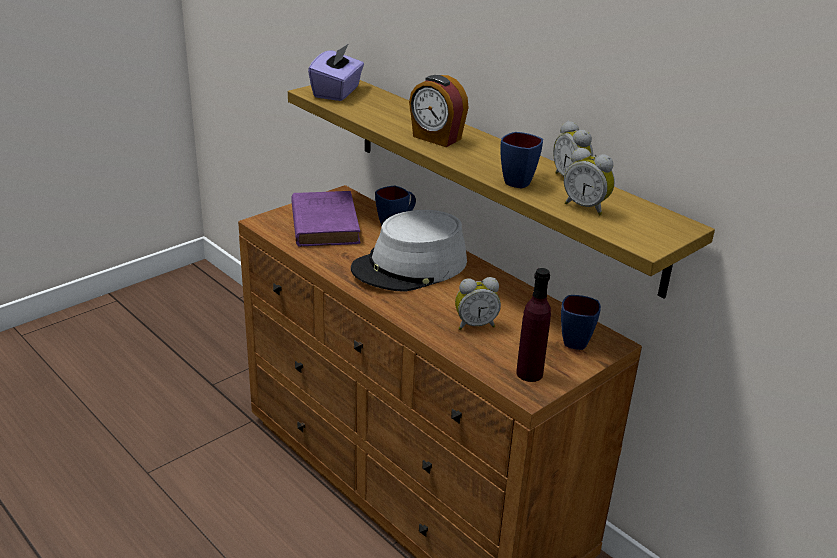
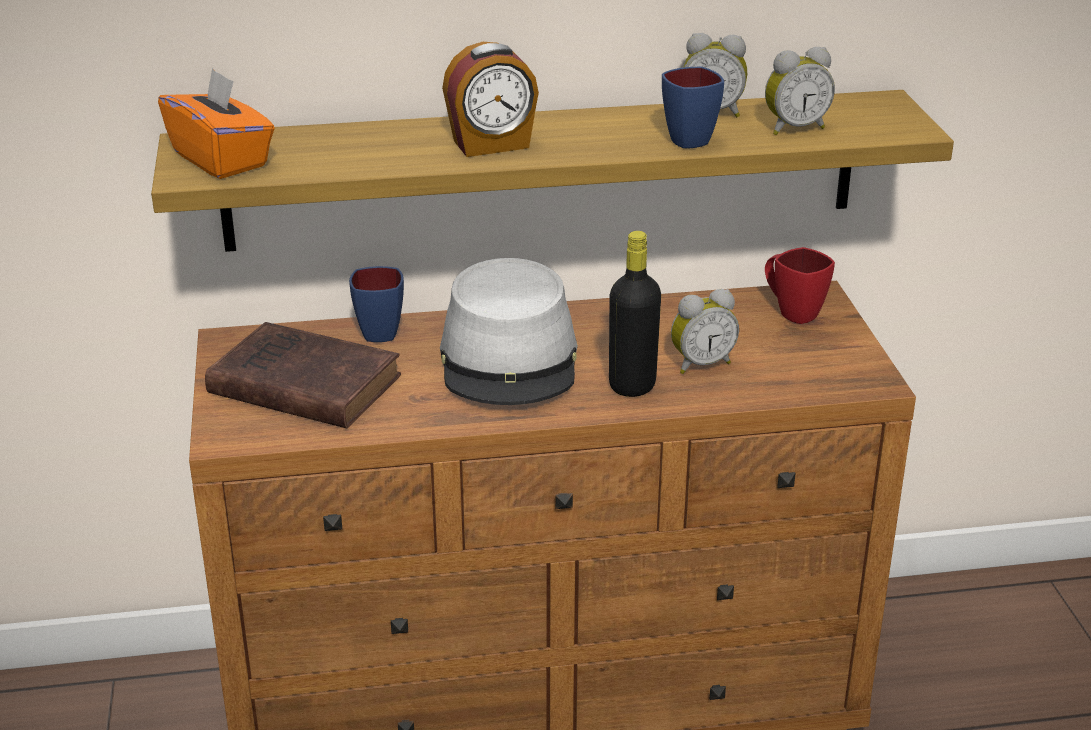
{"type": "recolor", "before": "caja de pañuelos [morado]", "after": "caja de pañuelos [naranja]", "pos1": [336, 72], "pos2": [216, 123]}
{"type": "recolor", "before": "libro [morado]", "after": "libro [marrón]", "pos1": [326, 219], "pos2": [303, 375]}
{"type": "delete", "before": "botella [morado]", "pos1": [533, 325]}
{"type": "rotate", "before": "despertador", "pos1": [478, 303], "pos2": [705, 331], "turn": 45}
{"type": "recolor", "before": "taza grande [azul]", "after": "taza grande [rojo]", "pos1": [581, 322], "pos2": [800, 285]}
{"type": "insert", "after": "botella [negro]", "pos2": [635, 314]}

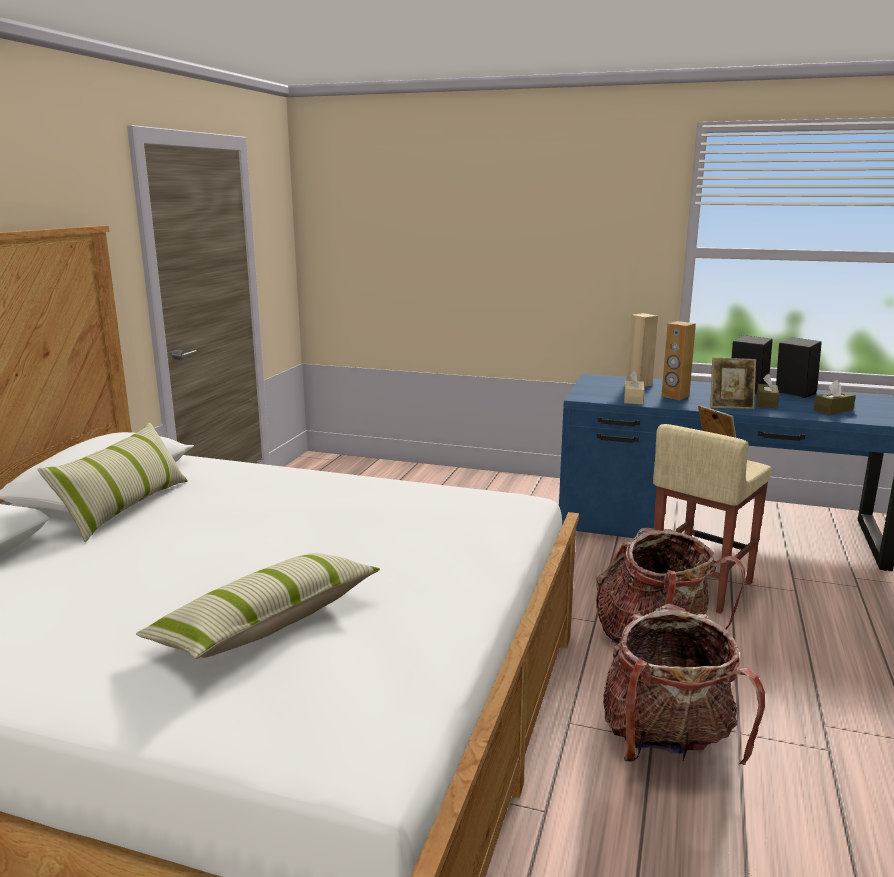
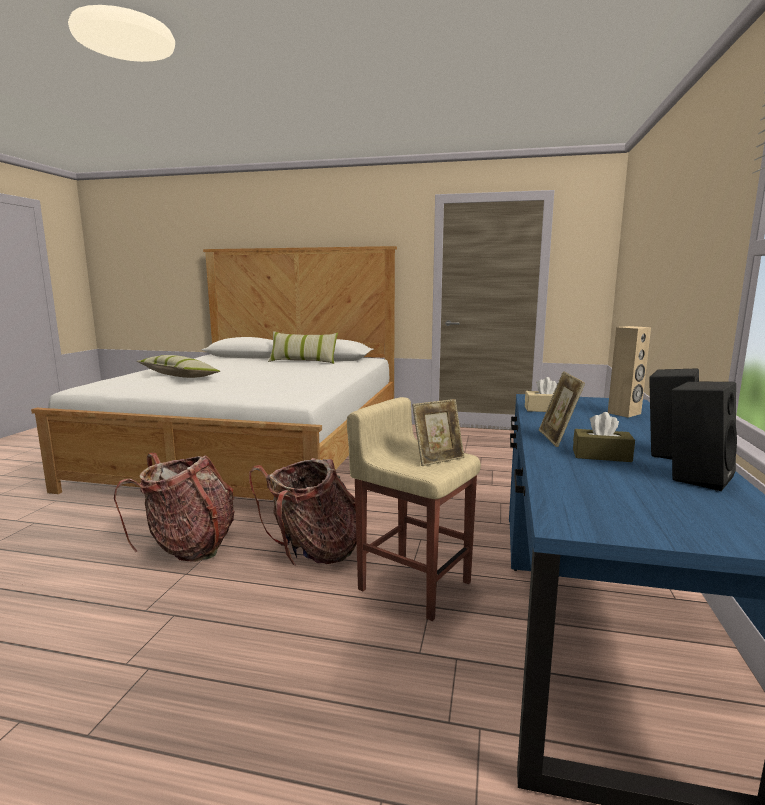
{"type": "delete", "before": "altavoz [marrón]", "pos1": [678, 360]}
{"type": "delete", "before": "caja de pañuelos [marrón]", "pos1": [834, 397]}

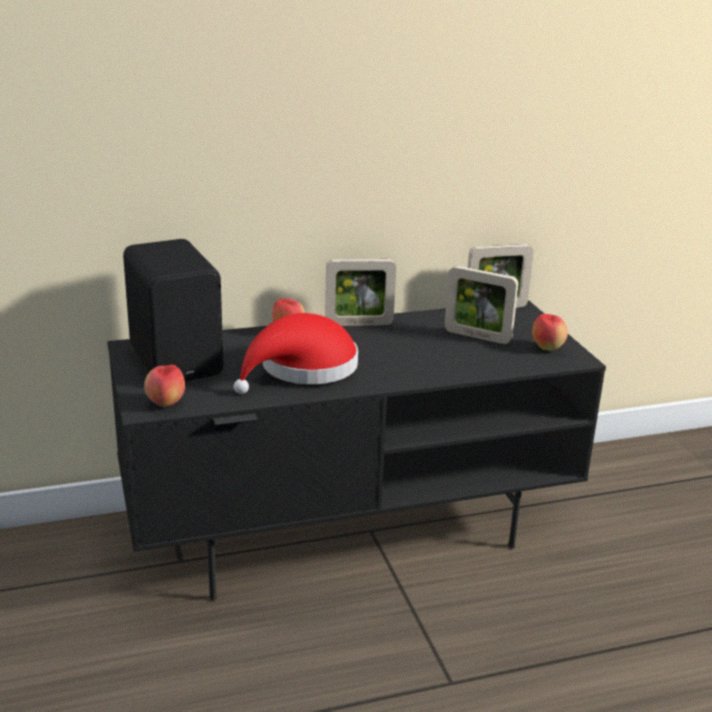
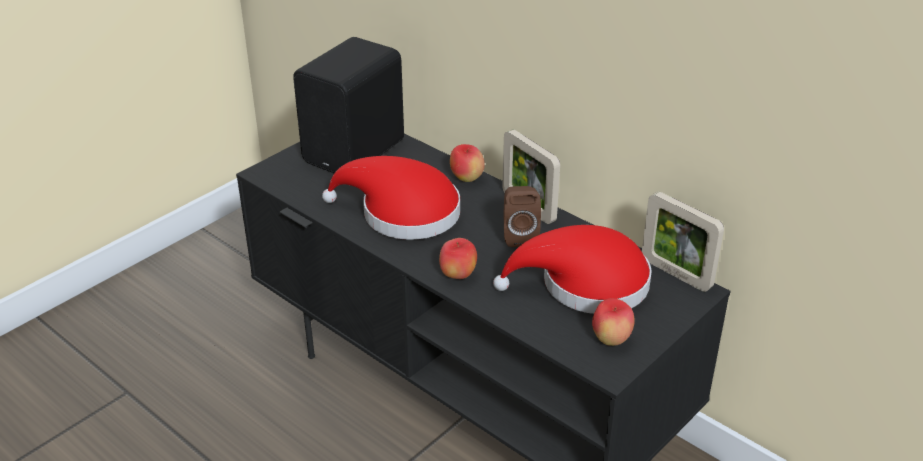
{"type": "replace", "before": "portarretratos", "after": "sombrero [rojo]", "pos1": [481, 305], "pos2": [572, 269]}
{"type": "move", "before": "manzana", "pos1": [164, 386], "pos2": [458, 258]}
{"type": "insert", "after": "altavoz [marrón]", "pos2": [522, 216]}

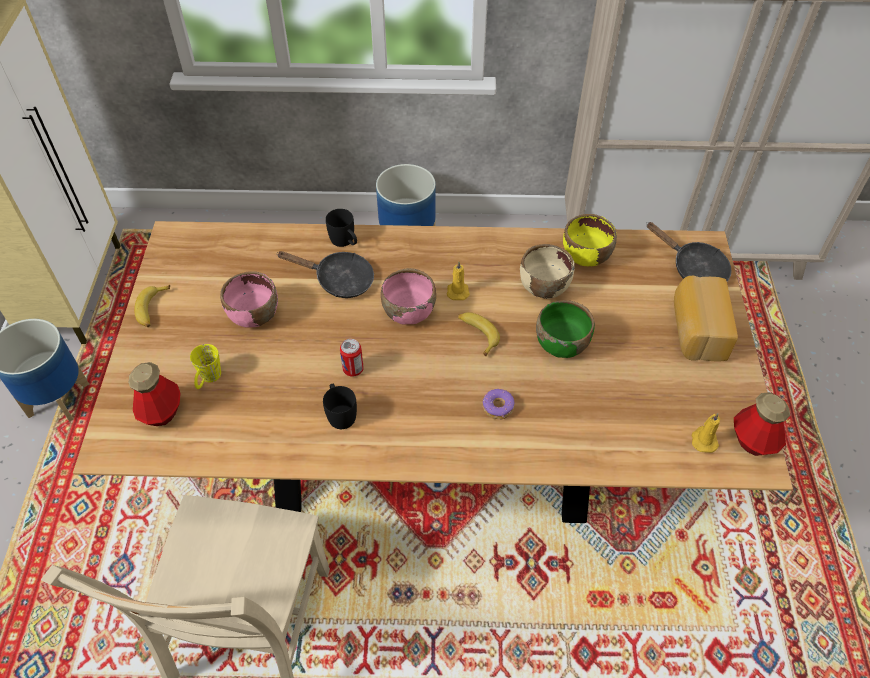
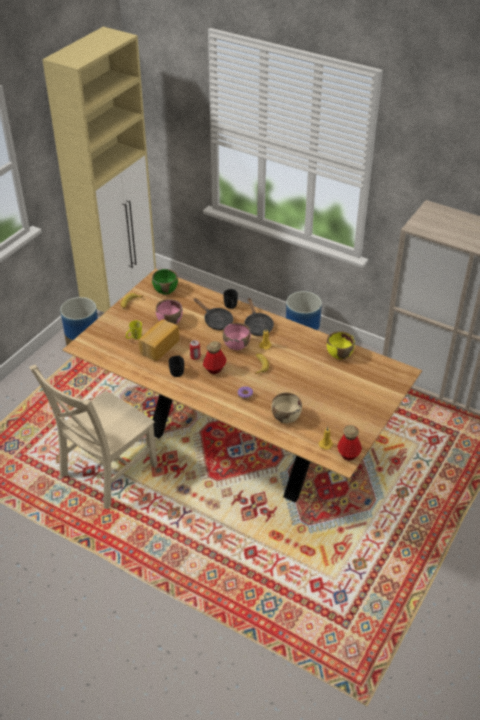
{"type": "move", "before": "sartén [negro]", "pos1": [689, 252], "pos2": [259, 317]}
{"type": "move", "before": "cuenco [beis]", "pos1": [547, 271], "pos2": [286, 407]}
{"type": "move", "before": "pan", "pos1": [706, 319], "pos2": [158, 340]}
{"type": "move", "before": "cuenco [verde]", "pos1": [565, 329], "pos2": [165, 282]}
{"type": "move", "before": "botella", "pos1": [154, 394], "pos2": [214, 357]}

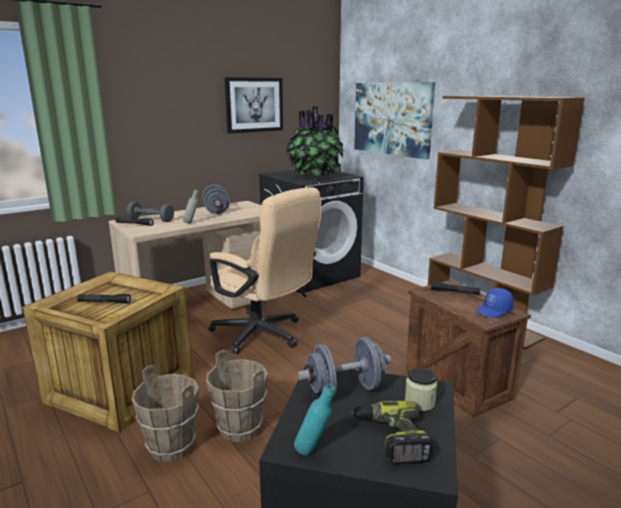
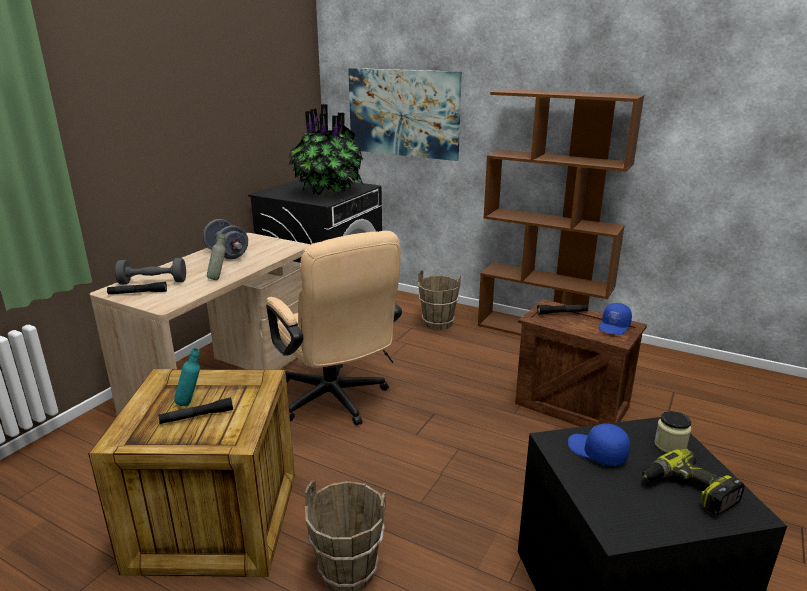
{"type": "delete", "before": "cuadro", "pos1": [253, 105]}
{"type": "rotate", "before": "silla de oficina [beis]", "pos1": [264, 270], "pos2": [334, 328], "turn": 45}
{"type": "replace", "before": "mancuerna [gris]", "after": "gorra [azul]", "pos1": [344, 367], "pos2": [599, 445]}
{"type": "move", "before": "cubo [marrón]", "pos1": [237, 396], "pos2": [439, 300]}
{"type": "move", "before": "botella [turquesa]", "pos1": [314, 420], "pos2": [187, 377]}

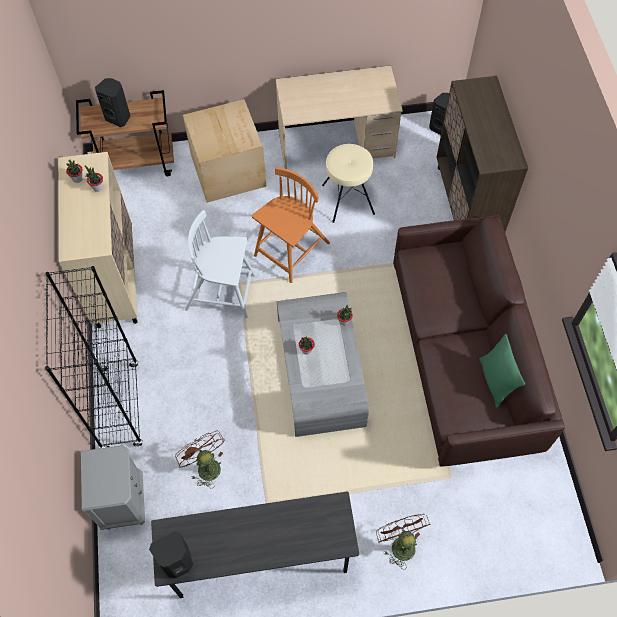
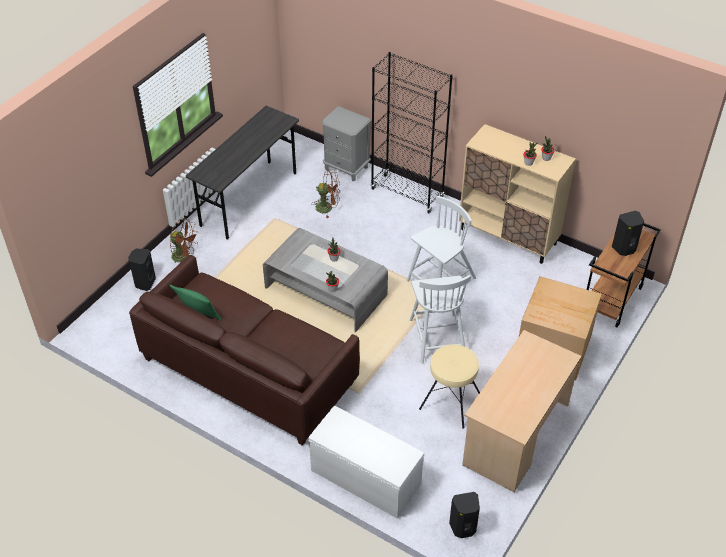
{"type": "replace", "before": "armario [marrón]", "after": "banco [blanco]", "pos1": [482, 154], "pos2": [366, 462]}
{"type": "recolor", "before": "silla [naranja]", "after": "silla [blanco]", "pos1": [291, 225], "pos2": [440, 319]}
{"type": "move", "before": "altavoz [negro]", "pos1": [171, 554], "pos2": [142, 270]}

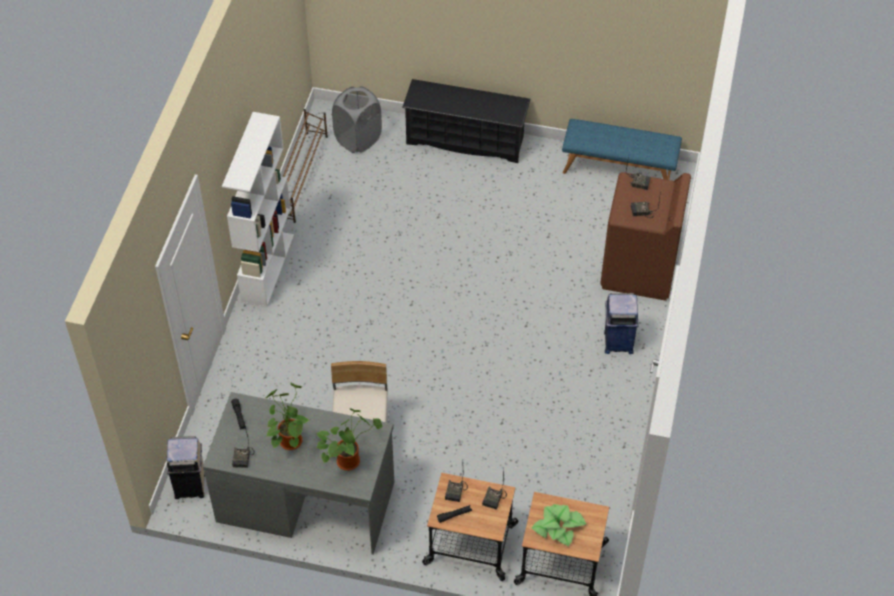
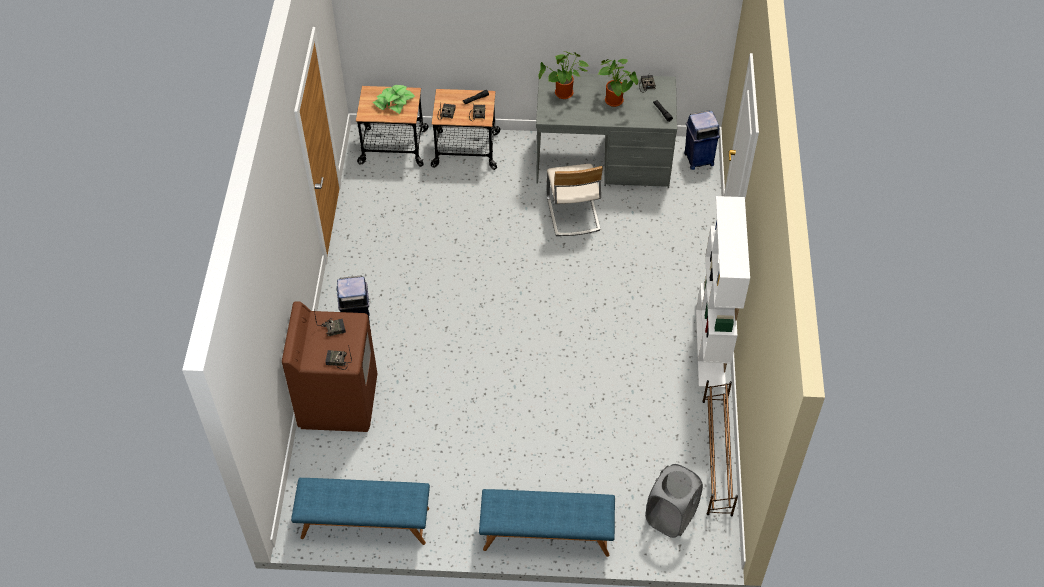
{"type": "replace", "before": "zapatero [negro]", "after": "banco [azul]", "pos1": [466, 121], "pos2": [547, 523]}
{"type": "recolor", "before": "papelera [beis]", "after": "papelera [azul]", "pos1": [186, 467], "pos2": [702, 140]}

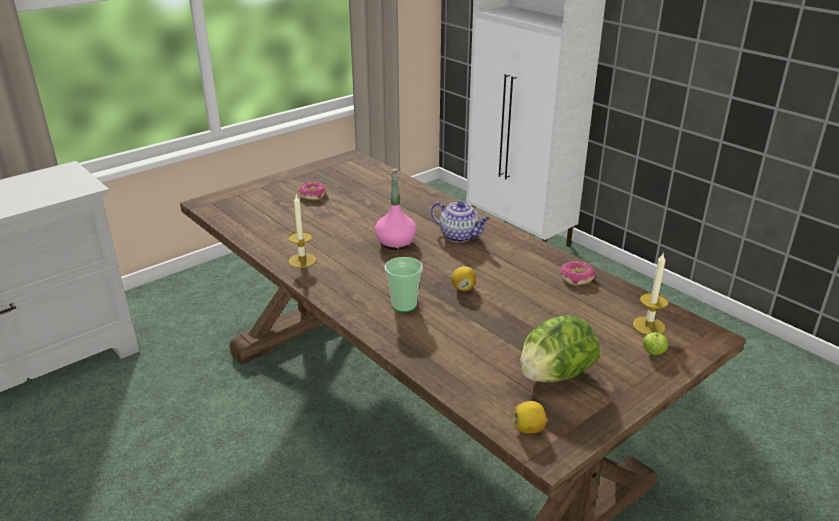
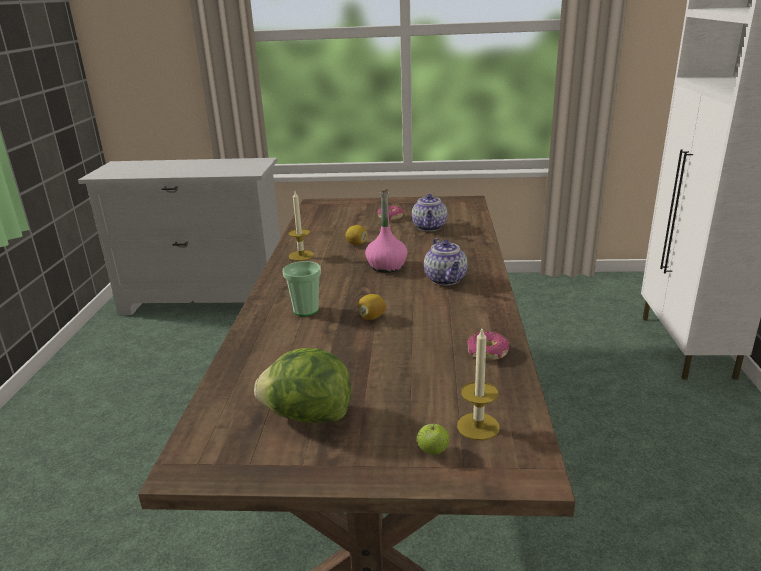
{"type": "move", "before": "limón", "pos1": [529, 417], "pos2": [356, 235]}
{"type": "insert", "after": "tetera", "pos2": [430, 212]}

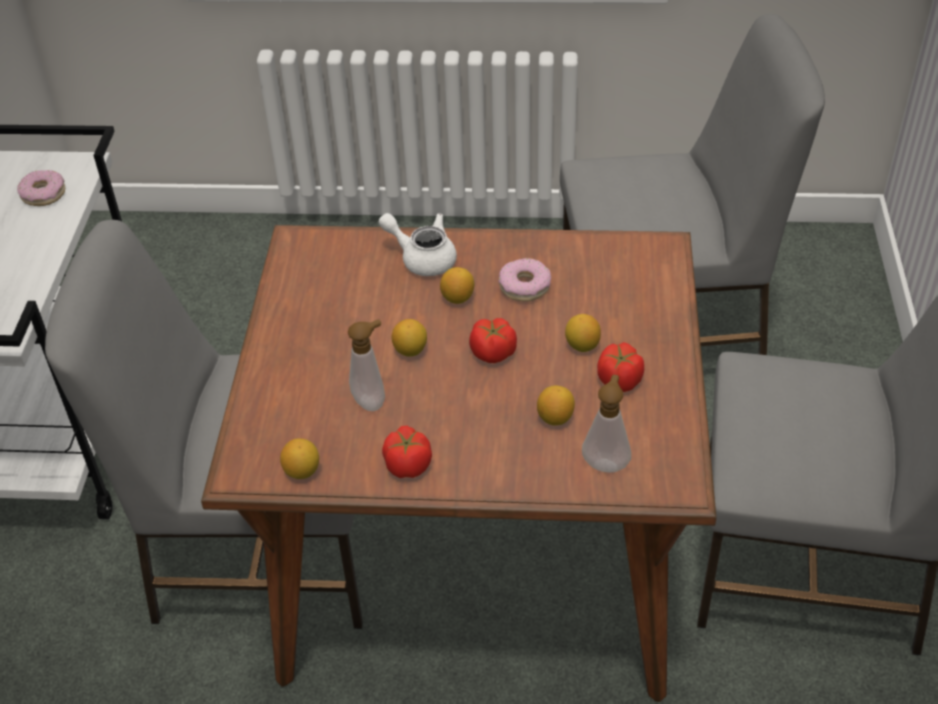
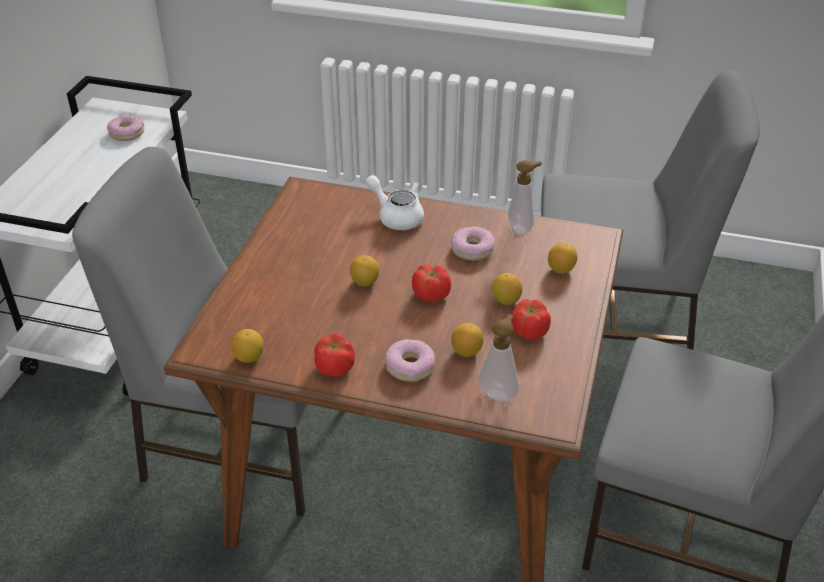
{"type": "move", "before": "limón", "pos1": [457, 285], "pos2": [563, 258]}
{"type": "move", "before": "dispensador de jabón", "pos1": [366, 365], "pos2": [525, 197]}
{"type": "insert", "after": "rosquilla", "pos2": [410, 360]}

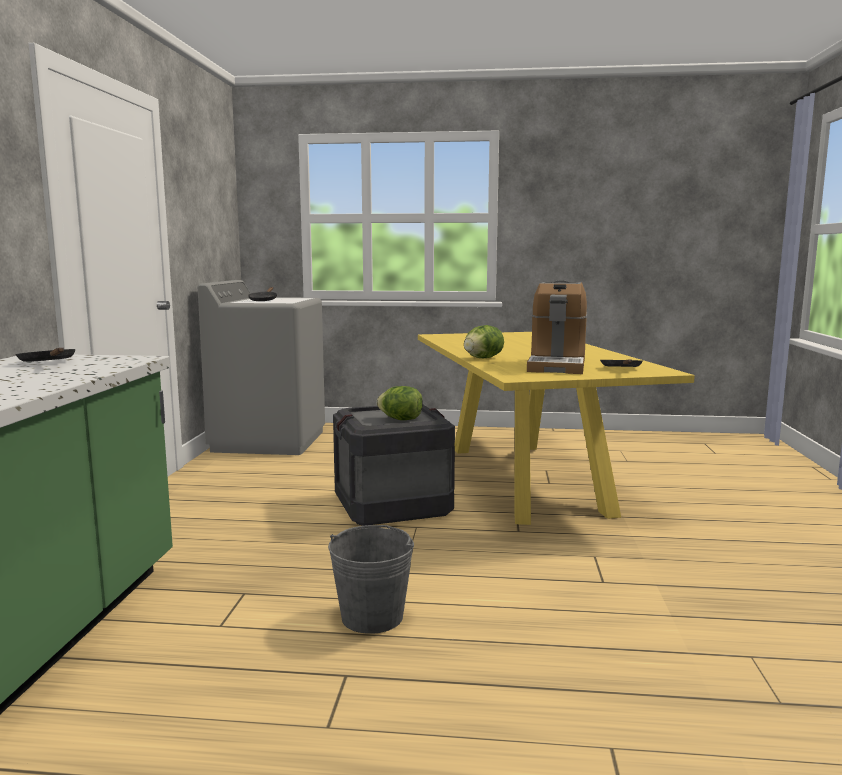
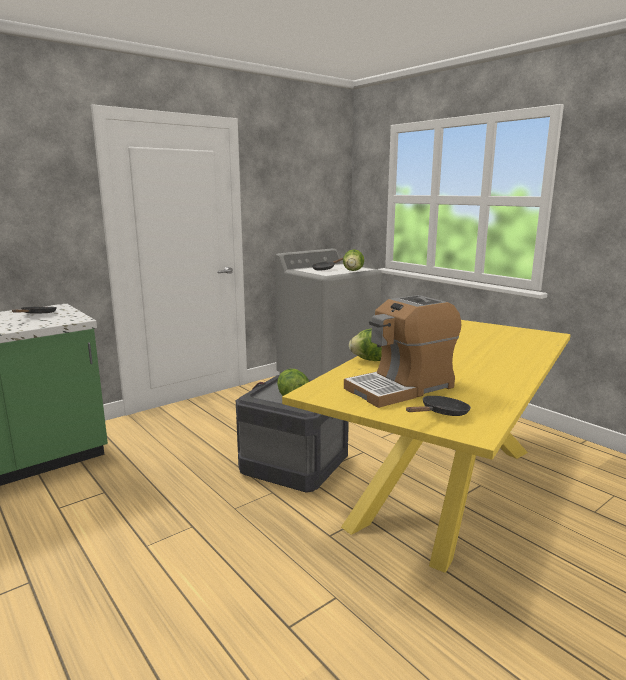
{"type": "delete", "before": "cubo [gris]", "pos1": [371, 579]}
{"type": "insert", "after": "lechuga", "pos2": [353, 260]}

